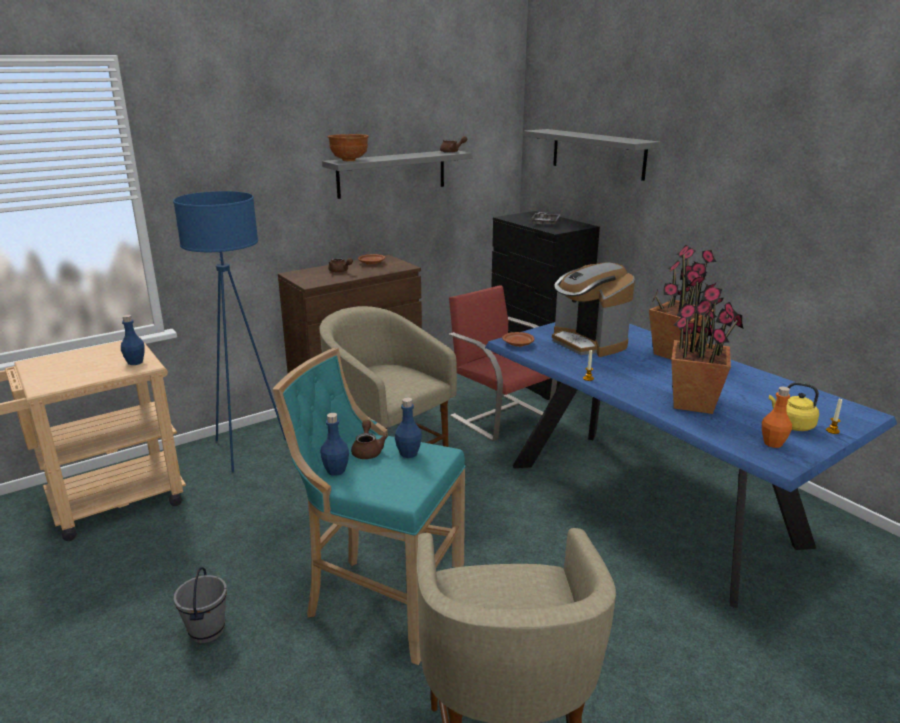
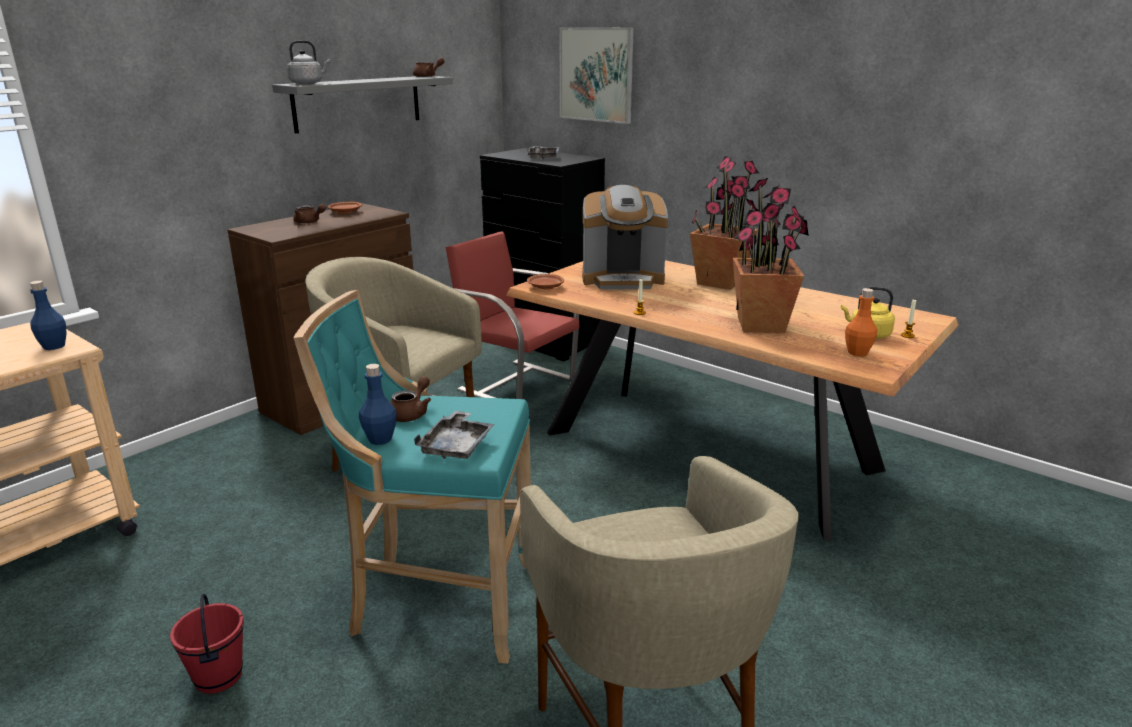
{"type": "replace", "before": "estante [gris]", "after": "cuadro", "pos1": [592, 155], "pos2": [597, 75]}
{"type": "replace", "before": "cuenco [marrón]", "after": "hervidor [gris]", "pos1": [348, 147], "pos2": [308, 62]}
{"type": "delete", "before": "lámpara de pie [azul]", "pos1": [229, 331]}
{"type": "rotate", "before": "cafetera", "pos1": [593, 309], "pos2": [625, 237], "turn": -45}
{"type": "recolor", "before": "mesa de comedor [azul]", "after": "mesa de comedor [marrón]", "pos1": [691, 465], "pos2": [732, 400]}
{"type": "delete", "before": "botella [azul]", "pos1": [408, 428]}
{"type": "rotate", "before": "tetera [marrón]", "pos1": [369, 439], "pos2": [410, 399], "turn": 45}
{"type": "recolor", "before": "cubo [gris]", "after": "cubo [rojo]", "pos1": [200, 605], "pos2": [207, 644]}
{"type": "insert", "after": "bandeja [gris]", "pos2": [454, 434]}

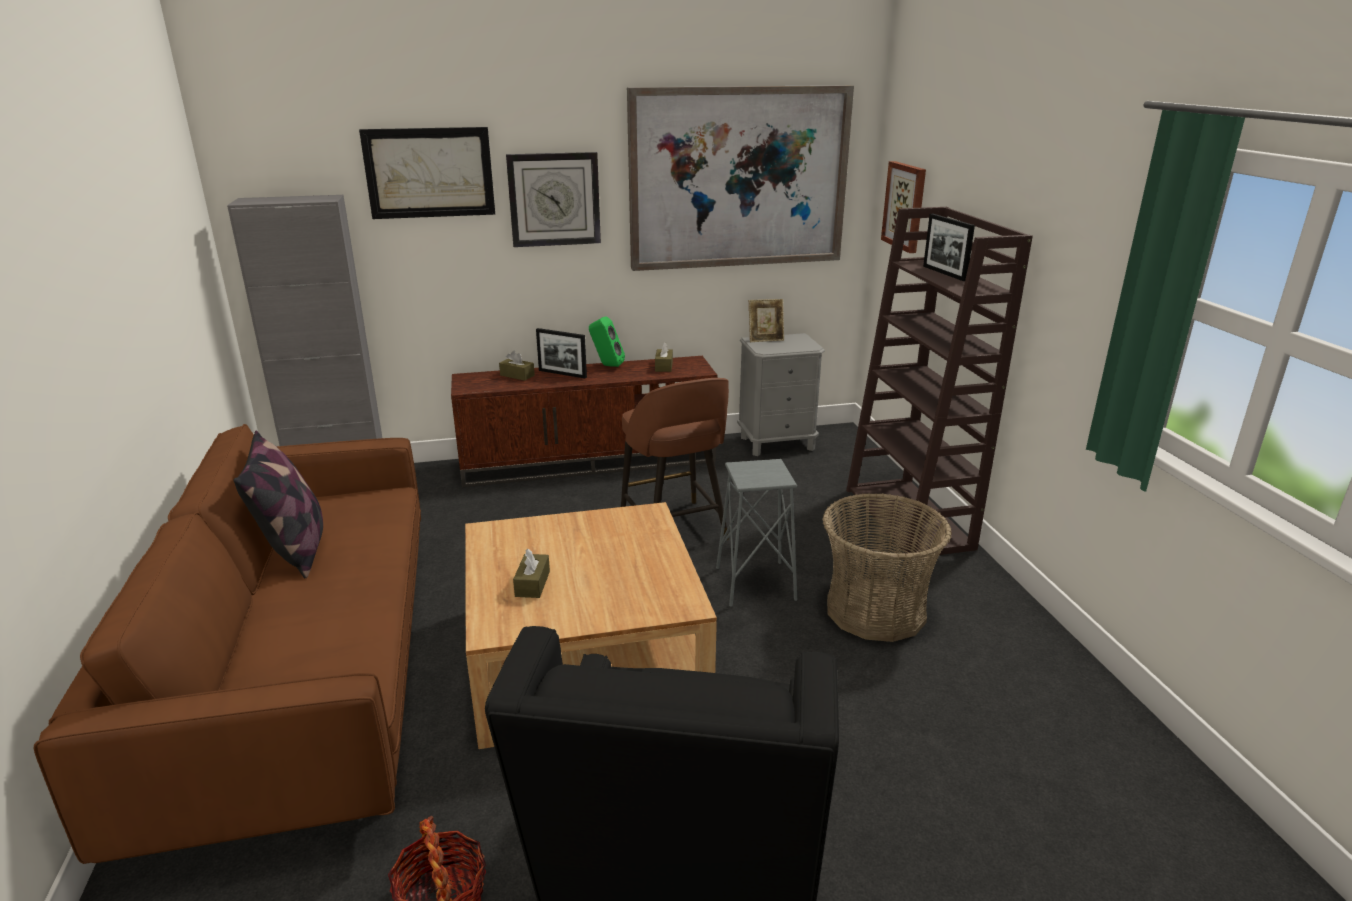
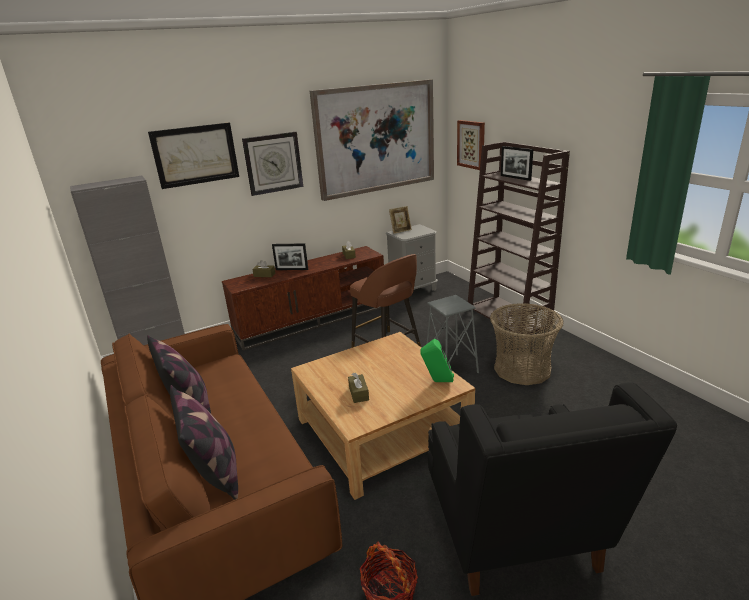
{"type": "move", "before": "altavoz [verde]", "pos1": [607, 341], "pos2": [437, 360]}
{"type": "insert", "after": "cojín", "pos2": [204, 442]}

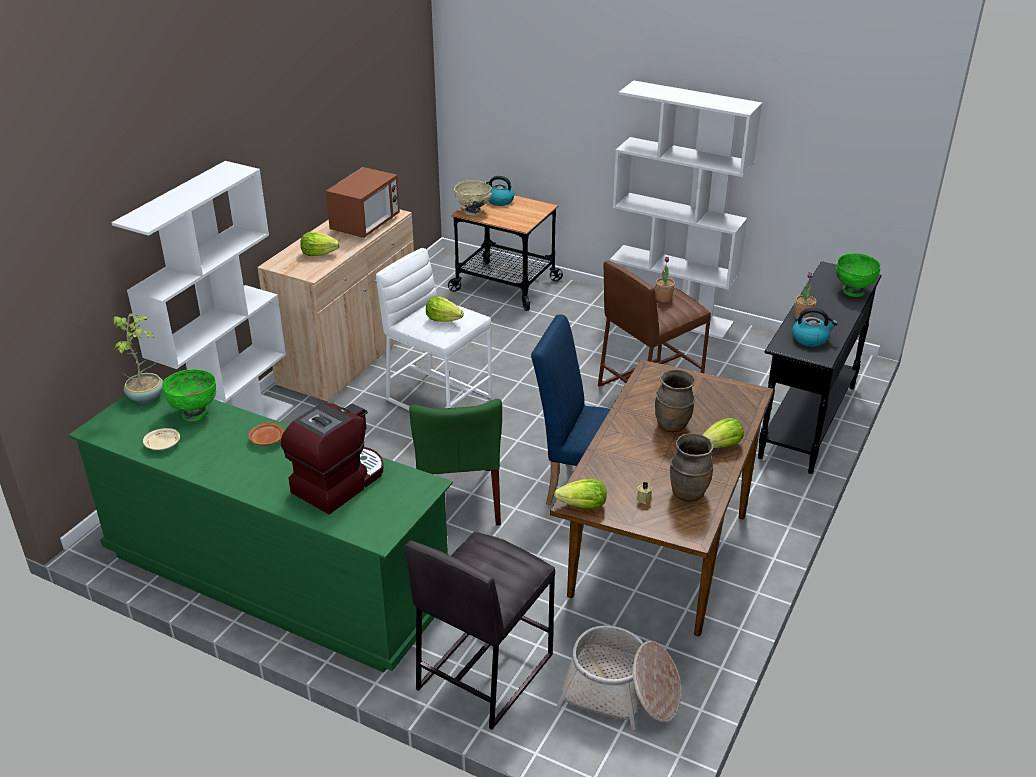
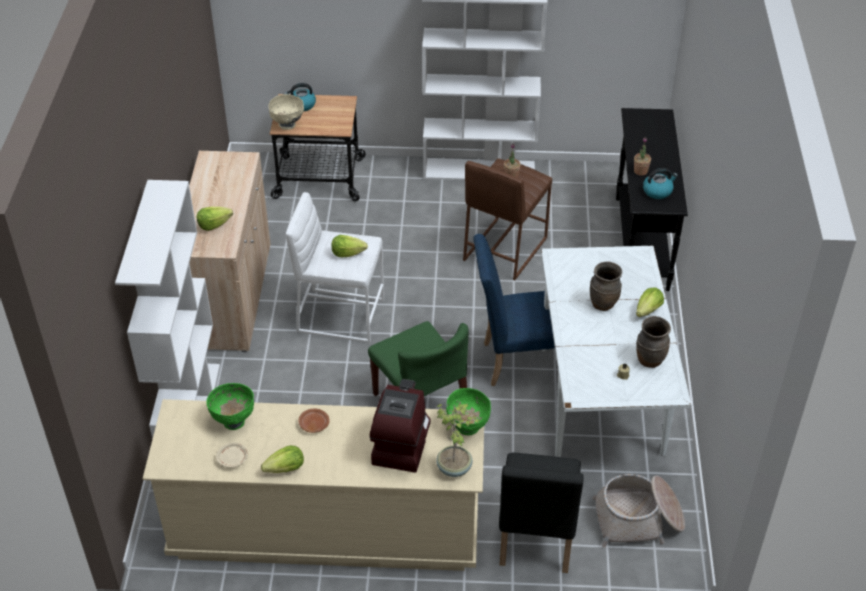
{"type": "delete", "before": "microondas", "pos1": [363, 202]}
{"type": "move", "before": "cuenco [verde]", "pos1": [858, 275], "pos2": [468, 411]}
{"type": "move", "before": "planta en maceta", "pos1": [138, 358], "pos2": [458, 440]}
{"type": "recolor", "before": "mesa de comedor [marrón]", "after": "mesa de comedor [blanco]", "pos1": [662, 497], "pos2": [616, 351]}
{"type": "recolor", "before": "cómoda [verde]", "after": "cómoda [beis]", "pos1": [260, 531], "pos2": [313, 485]}
{"type": "move", "before": "lechuga", "pos1": [580, 494], "pos2": [282, 459]}
{"type": "replace", "before": "taburete [gris]", "after": "silla [negro]", "pos1": [480, 630], "pos2": [541, 512]}

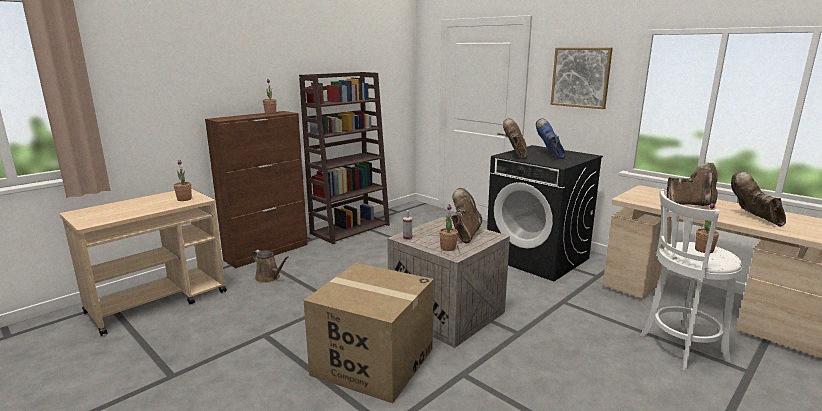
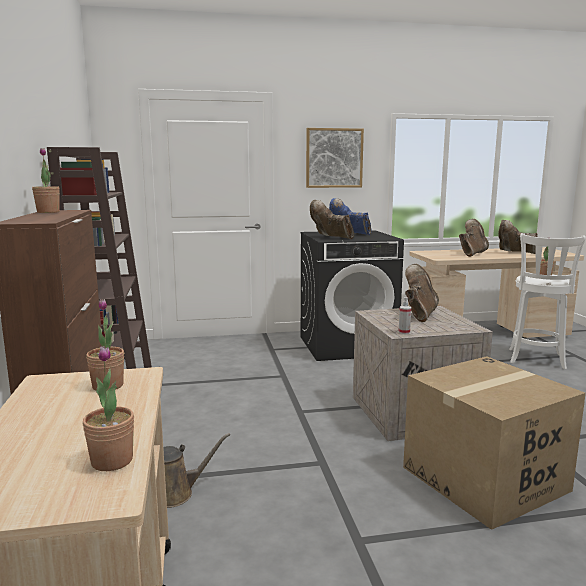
{"type": "rotate", "before": "bota [marrón]", "pos1": [466, 216], "pos2": [422, 293], "turn": 60}
{"type": "move", "before": "planta en maceta", "pos1": [448, 227], "pos2": [108, 408]}

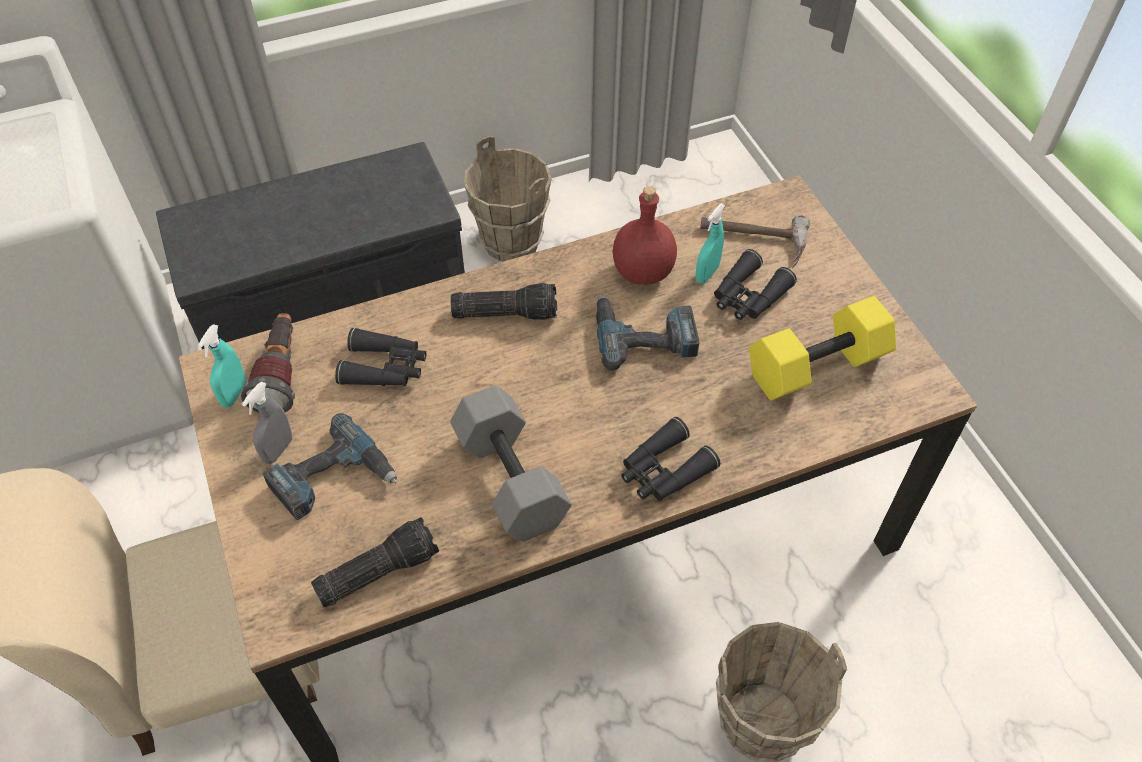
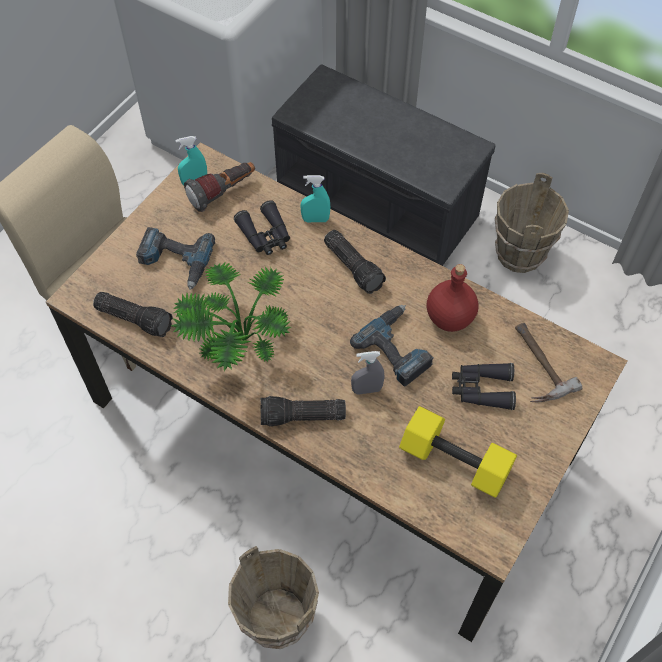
{"type": "move", "before": "pulverizador [turquesa]", "pos1": [710, 244], "pos2": [315, 198]}
{"type": "move", "before": "pulverizador [gris]", "pos1": [267, 423], "pos2": [368, 373]}
{"type": "replace", "before": "mancuerna [gris]", "after": "planta en maceta", "pos1": [511, 463], "pos2": [231, 317]}
{"type": "replace", "before": "prismáticos [negro]", "after": "linterna", "pos1": [670, 459], "pos2": [303, 411]}

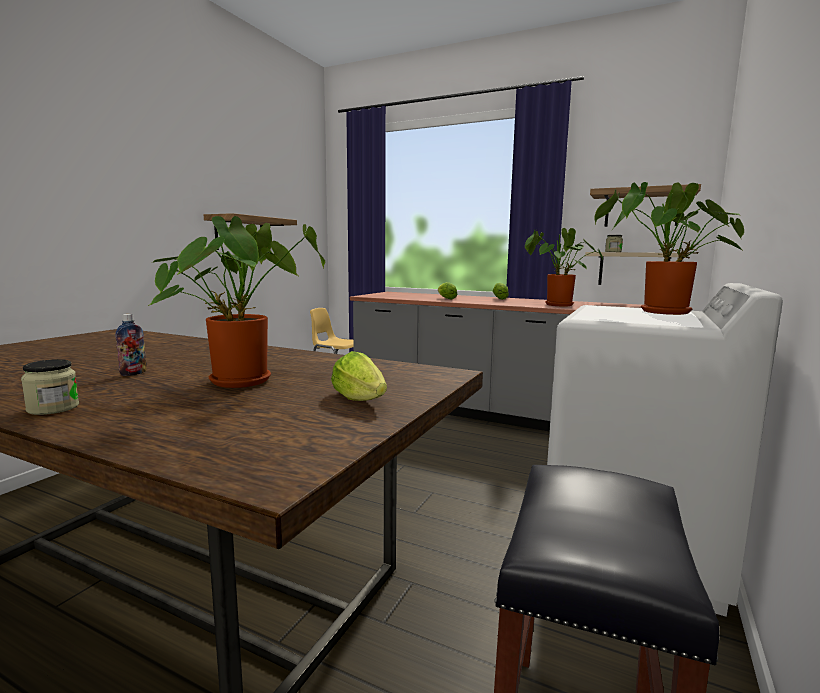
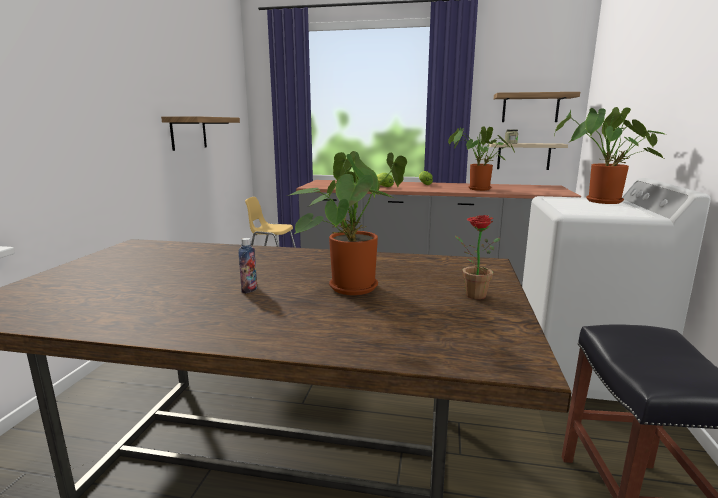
{"type": "replace", "before": "lechuga", "after": "planta en maceta", "pos1": [359, 376], "pos2": [477, 257]}
{"type": "delete", "before": "tarro", "pos1": [50, 387]}

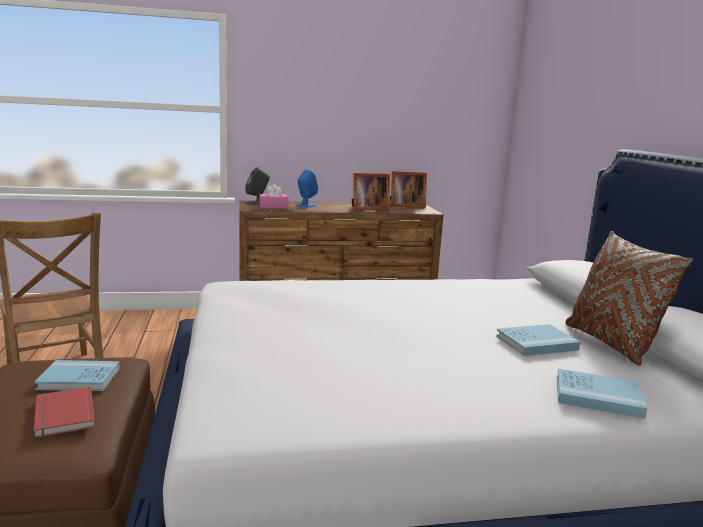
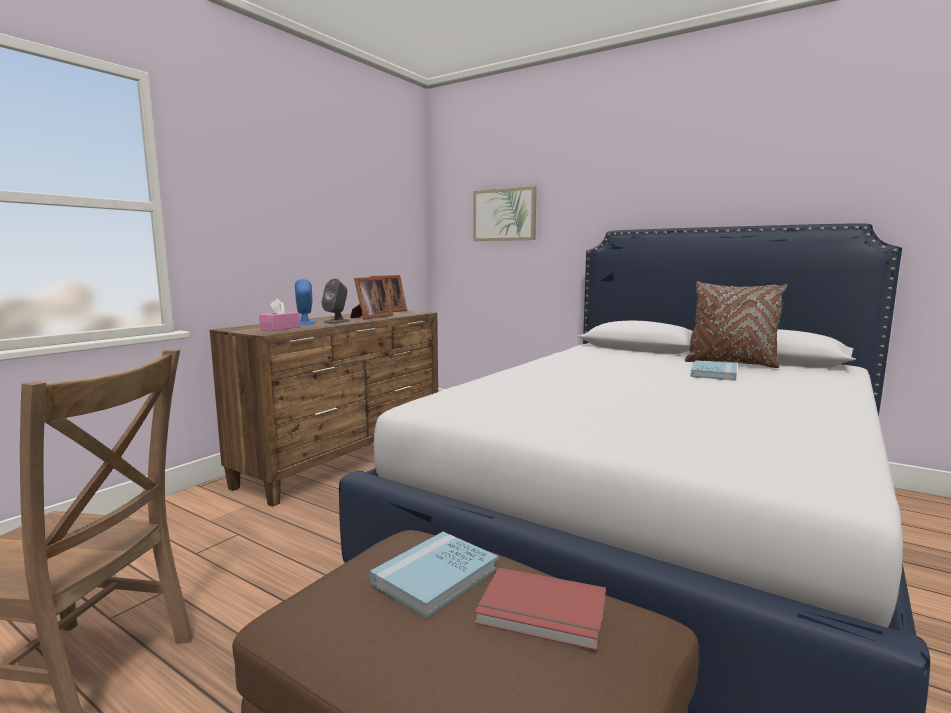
{"type": "move", "before": "altavoz [gris]", "pos1": [257, 185], "pos2": [335, 301]}
{"type": "delete", "before": "libro [azul]", "pos1": [602, 394]}
{"type": "insert", "after": "cuadro", "pos2": [505, 213]}

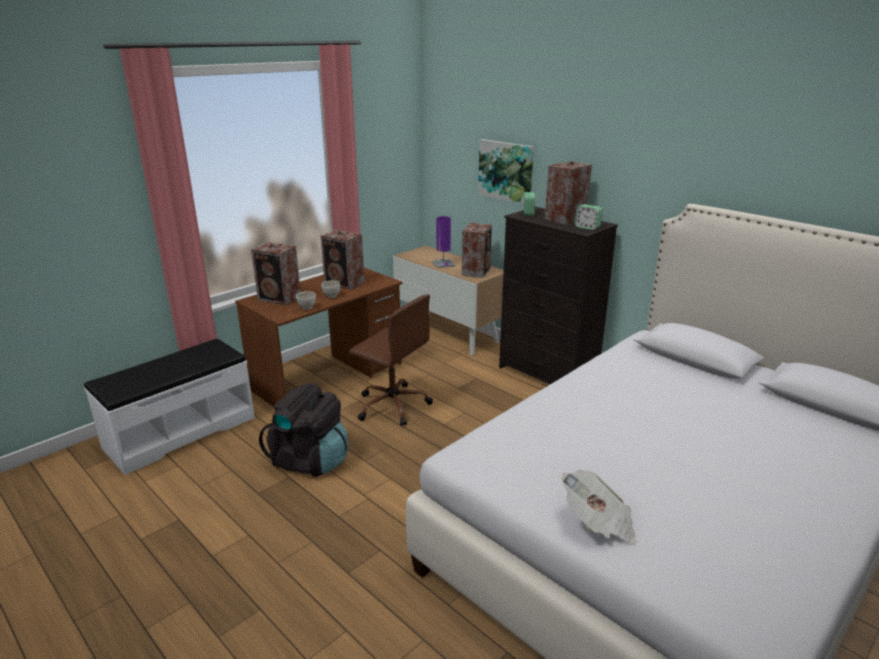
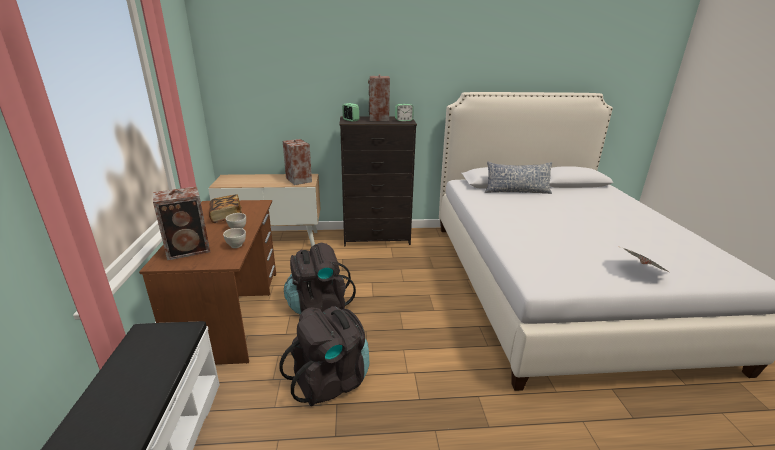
{"type": "delete", "before": "cuadro", "pos1": [506, 171]}
{"type": "delete", "before": "lámpara de mesa [morado]", "pos1": [443, 242]}
{"type": "replace", "before": "altavoz", "after": "libro", "pos1": [343, 260], "pos2": [225, 209]}
{"type": "replace", "before": "silla de oficina [marrón]", "after": "mochila [negro]", "pos1": [391, 360], "pos2": [320, 278]}
{"type": "insert", "after": "cojín", "pos2": [519, 178]}

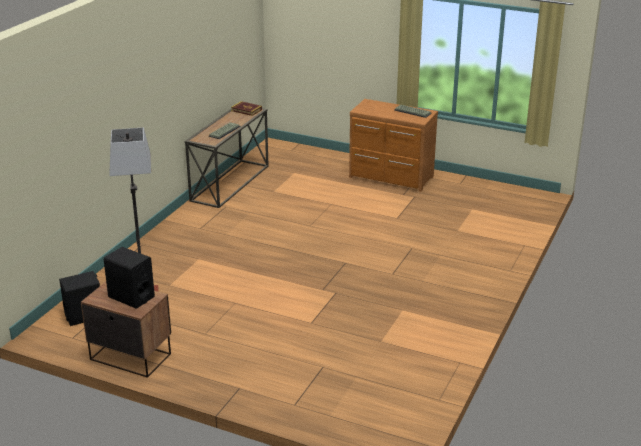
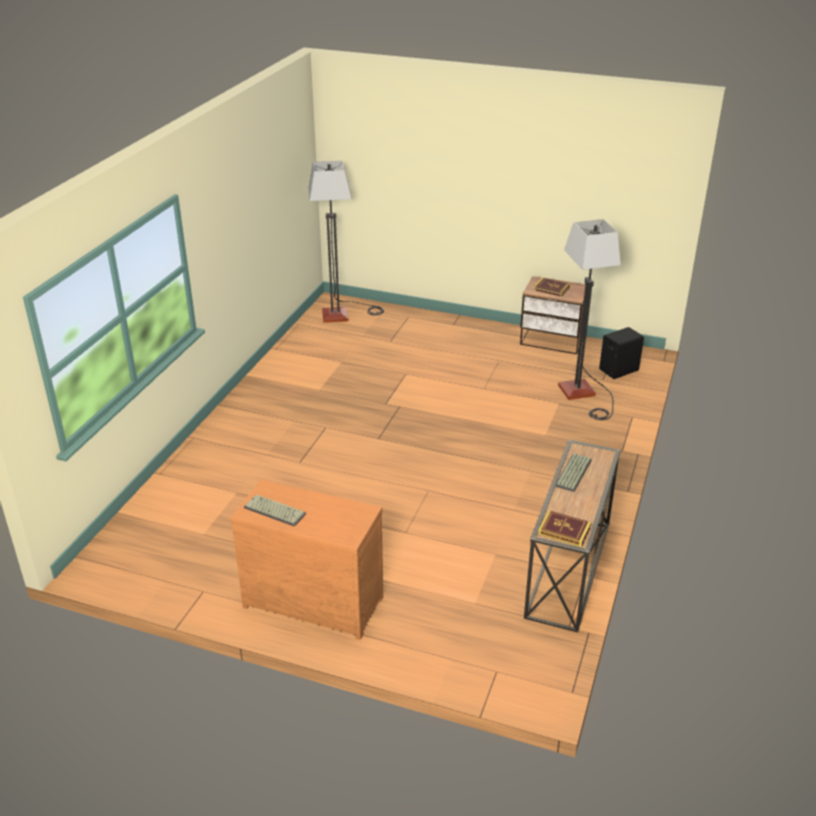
{"type": "replace", "before": "altavoz [negro]", "after": "libro", "pos1": [129, 278], "pos2": [552, 287]}
{"type": "insert", "after": "lámpara de pie", "pos2": [346, 242]}

